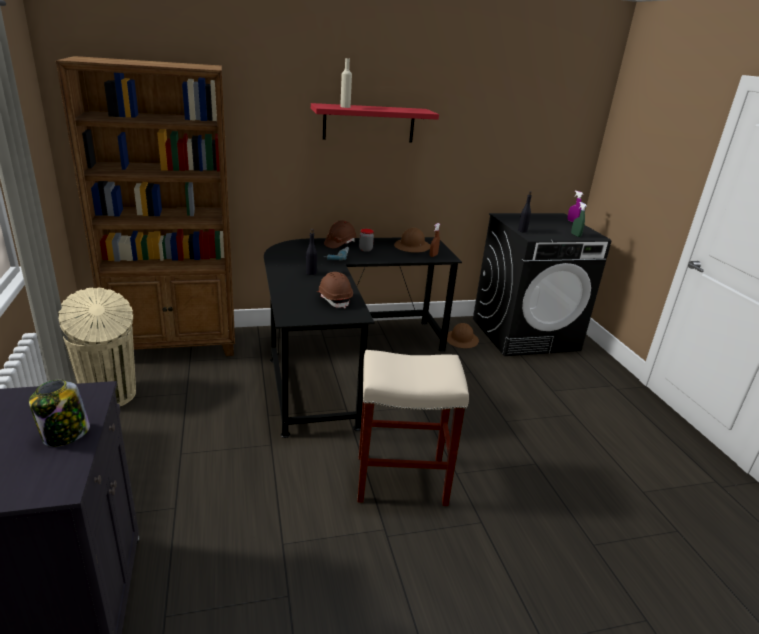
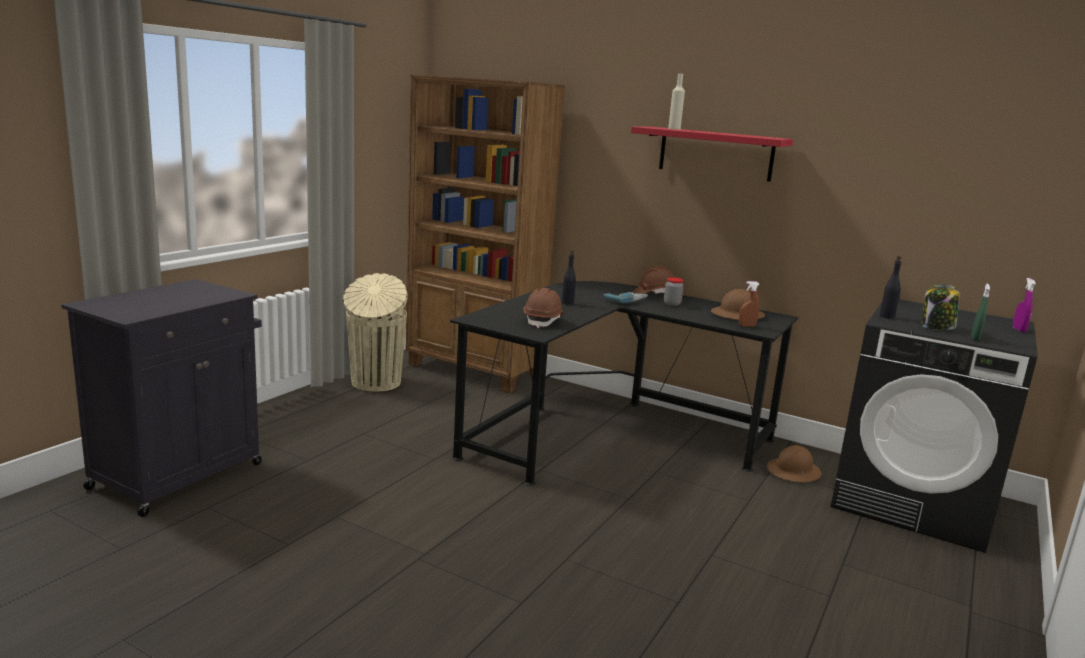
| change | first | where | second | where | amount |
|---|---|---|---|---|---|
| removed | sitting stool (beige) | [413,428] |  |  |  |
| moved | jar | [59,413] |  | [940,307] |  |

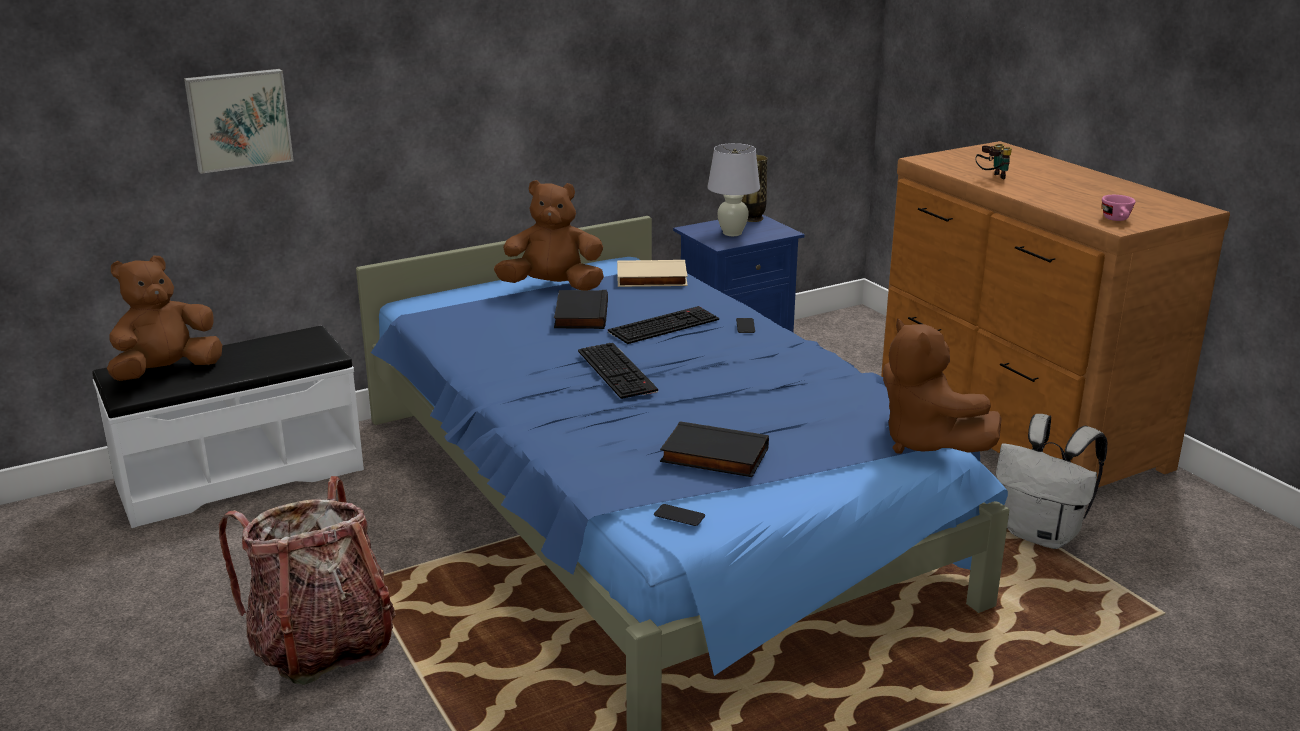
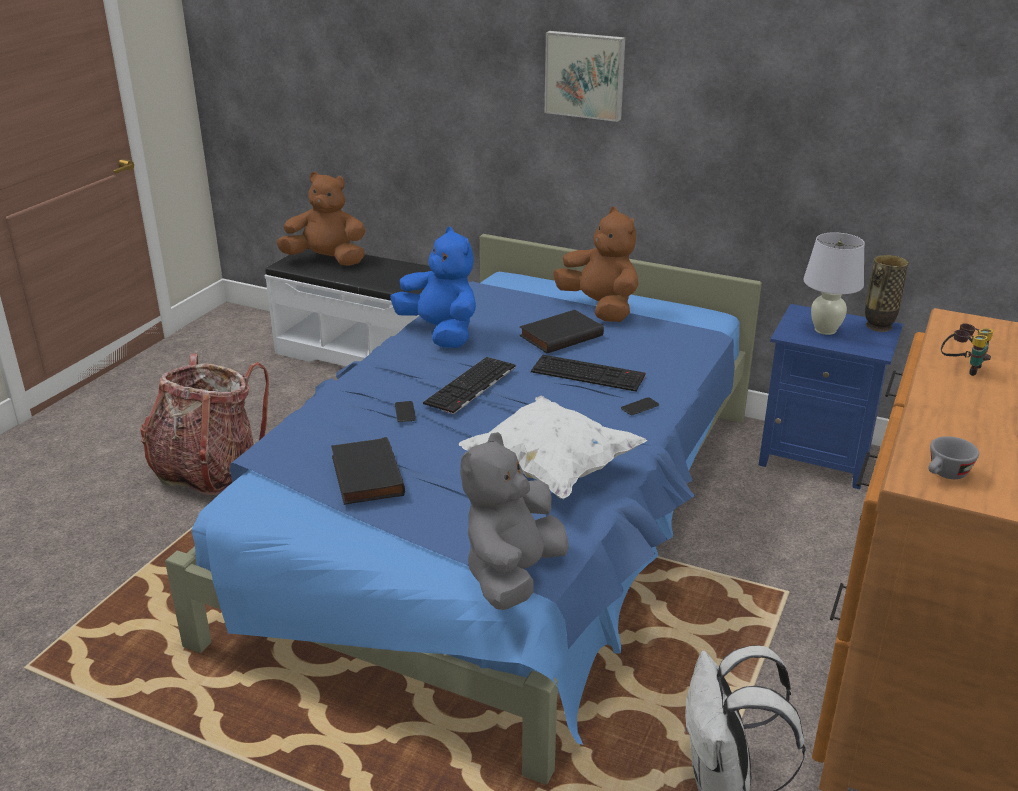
| change | first | where | second | where | amount |
|---|---|---|---|---|---|
| moved | picture | [239,121] |  | [585,76] |  |
| recoloured | cup (pinkish) | [1119,208] | cup (grey) | [953,457] |  |
| removed | volume (beige) | [652,273] |  |  |  |
| recoloured | plush toy (brown) | [942,386] | plush toy (grey) | [514,521] |  |
| moved | phone | [679,515] |  | [405,411] |  |
| added |  |  | plush toy (blue-coloured) | [433,287] |  |
| added |  |  | pillow (white) | [553,448] |  |

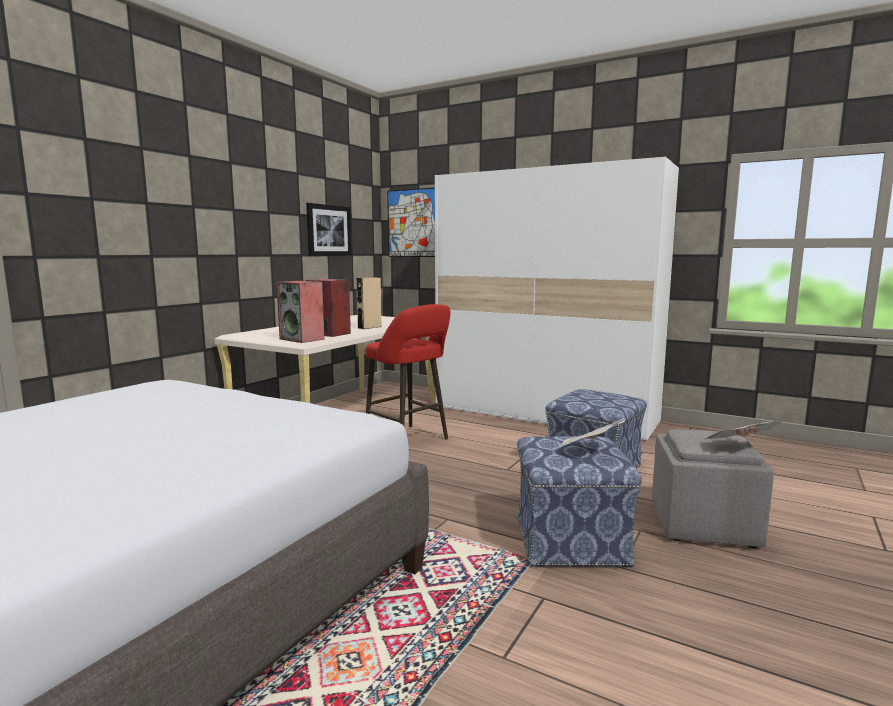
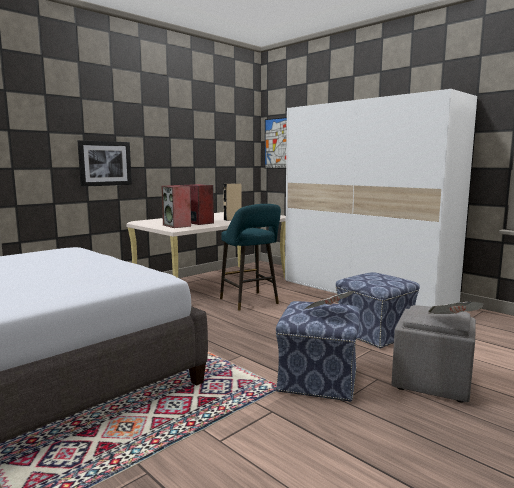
| change | first | where | second | where | amount |
|---|---|---|---|---|---|
| moved | picture | [329,229] |  | [105,163] |  |
| recoloured | sitting stool (red-coloured) | [408,371] | sitting stool (blue-green) | [250,257] |  |

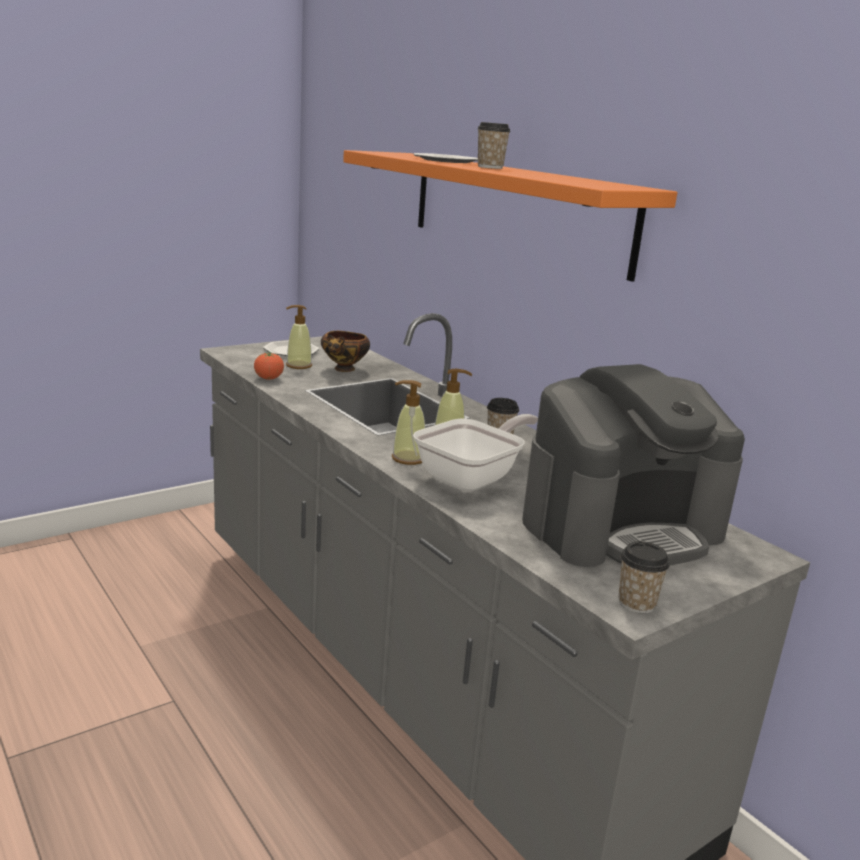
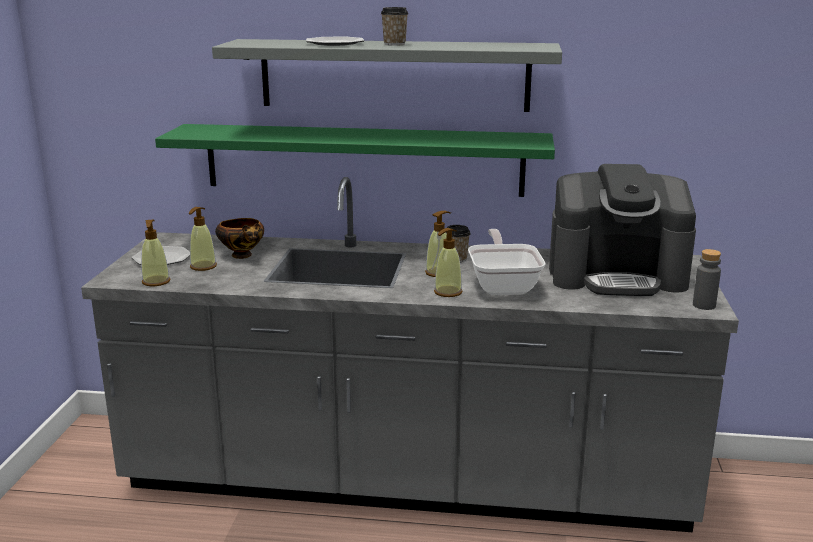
| change | first | where | second | where | amount |
|---|---|---|---|---|---|
| recoloured | bracket shelf (orange-coloured) | [510,216] | bracket shelf (grey) | [387,75] |  |
| removed | fresh tomato | [269,366] |  |  |  |
| turned | coffee brewer | [633,465] |  | [622,230] | 75 degrees clockwise |
| replaced | cup | [644,577] | beverage bottle (grey) | [707,279] |  |
| added |  |  | bracket shelf (greenish) | [355,160] |  |
| added |  |  | soap dispenser | [155,253] |  |

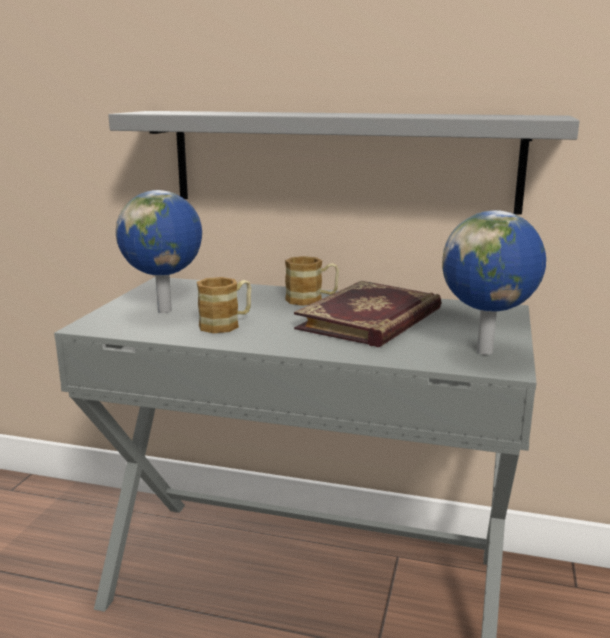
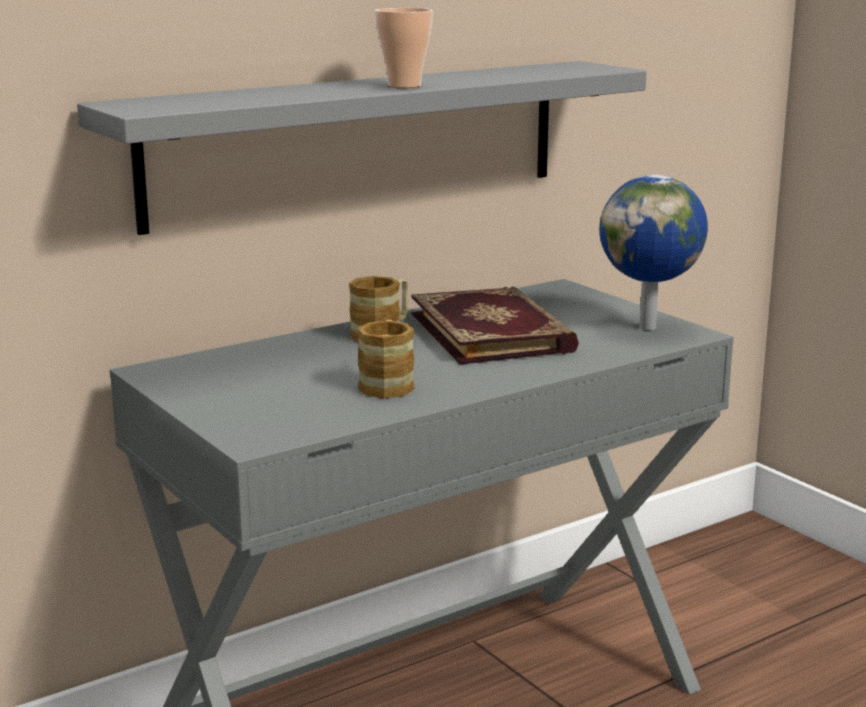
| change | first | where | second | where | amount |
|---|---|---|---|---|---|
| removed | desk globe | [159,251] |  |  |  |
| added |  |  | cup | [404,48] |  |

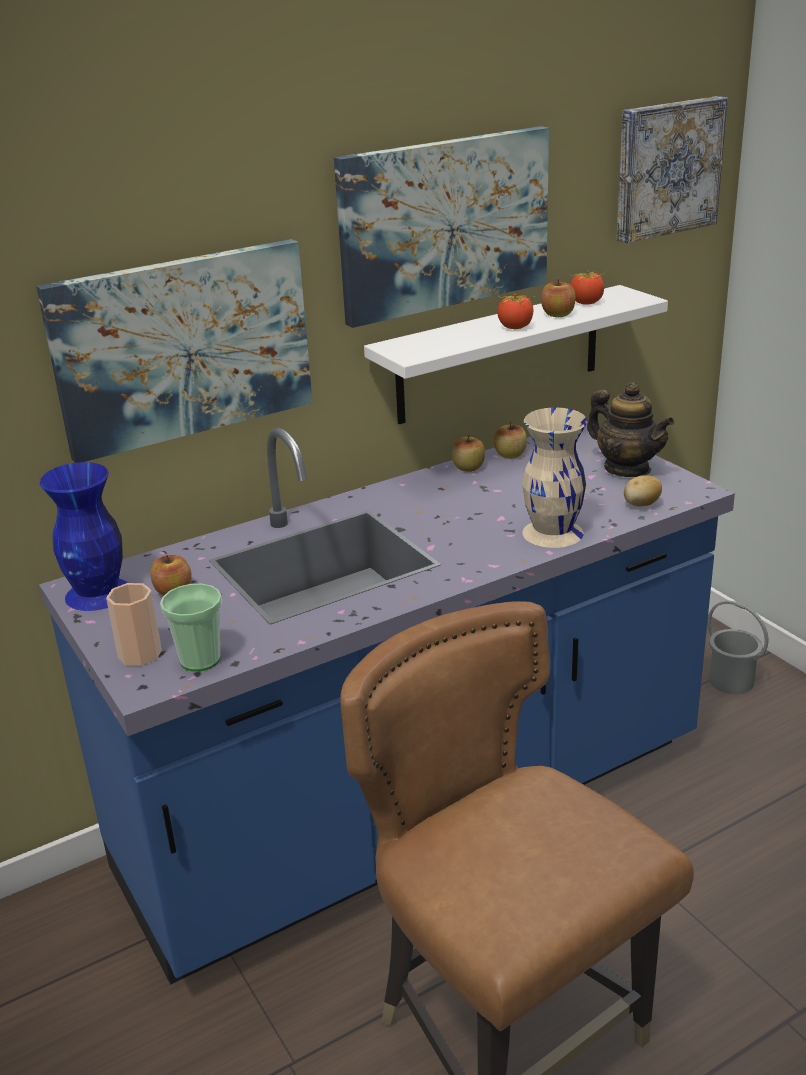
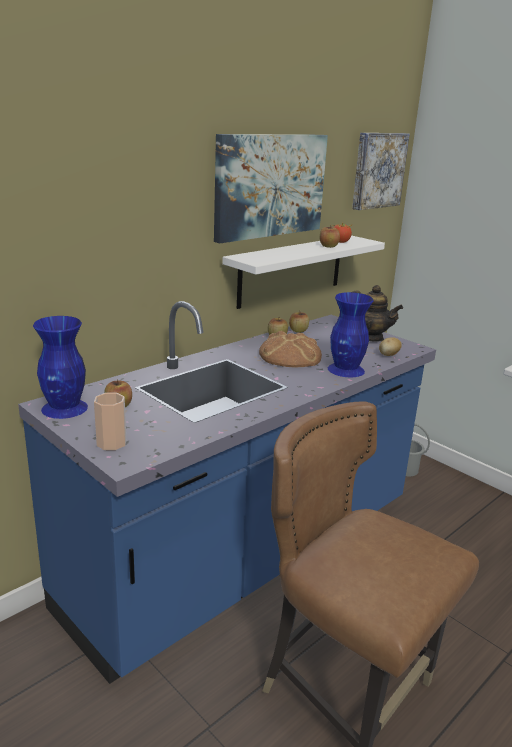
| change | first | where | second | where | amount |
|---|---|---|---|---|---|
| removed | picture | [174,351] |  |  |  |
| removed | fresh tomato | [516,311] |  |  |  |
| recoloured | flower vase (beige) | [554,478] | flower vase (blue-coloured) | [351,334] |  |
| removed | cup | [191,628] |  |  |  |
| added |  |  | baked bread | [290,349] |  |

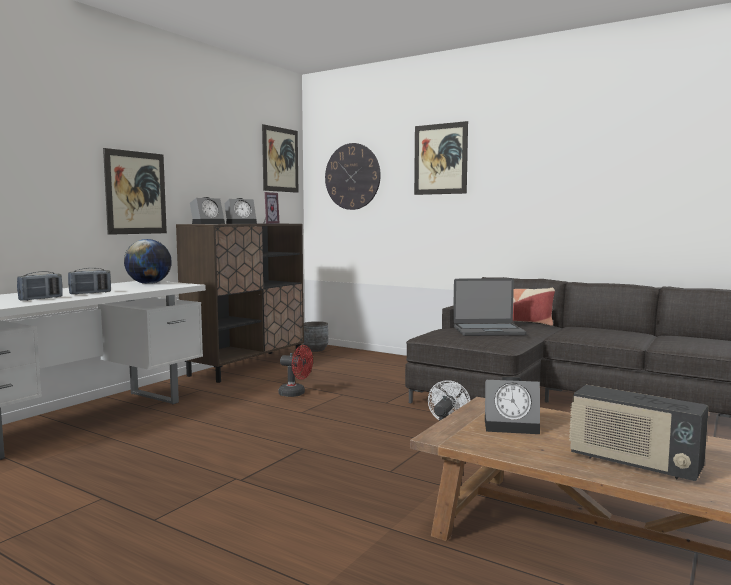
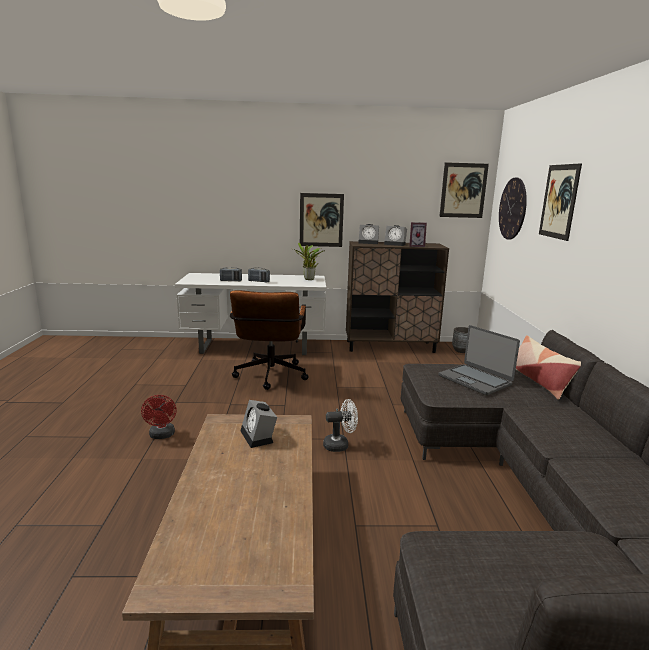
| change | first | where | second | where | amount |
|---|---|---|---|---|---|
| replaced | desk globe | [148,261] | potted plant | [310,261] |  |
| moved | electric fan (red-coloured) | [295,371] |  | [159,417] |  |
| removed | radio receiver | [639,433] |  |  |  |
| added |  |  | office chair (brown) | [269,340] |  |

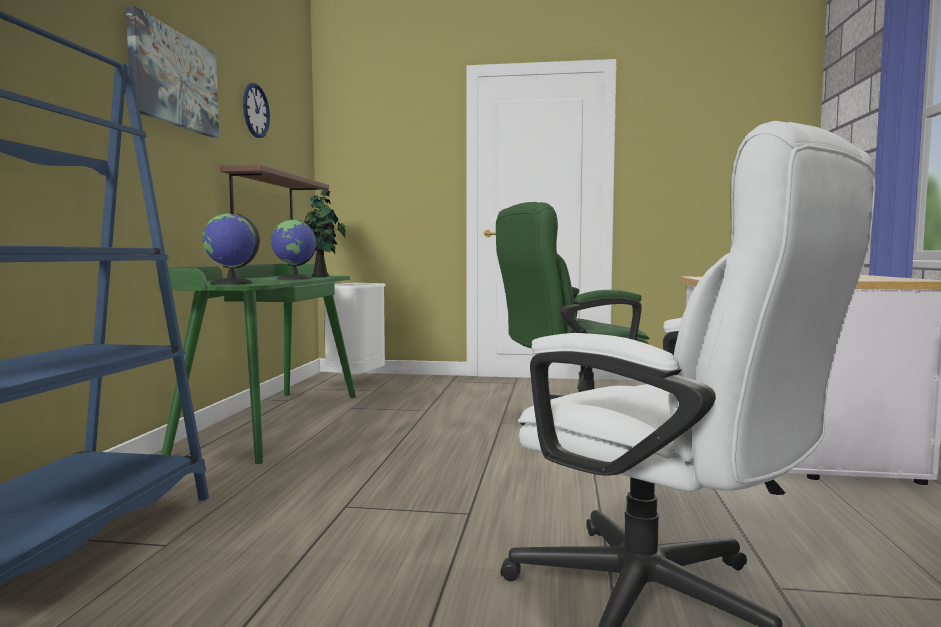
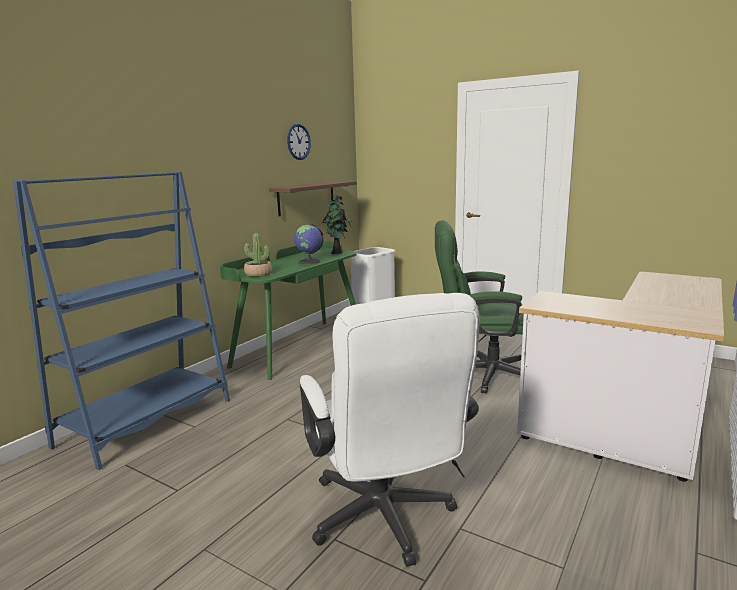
| change | first | where | second | where | amount |
|---|---|---|---|---|---|
| removed | picture | [172,72] |  |  |  |
| replaced | desk globe | [231,249] | potted plant | [258,255] |  |

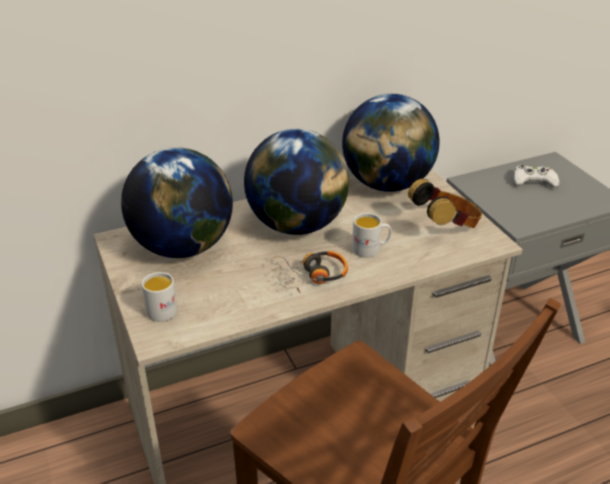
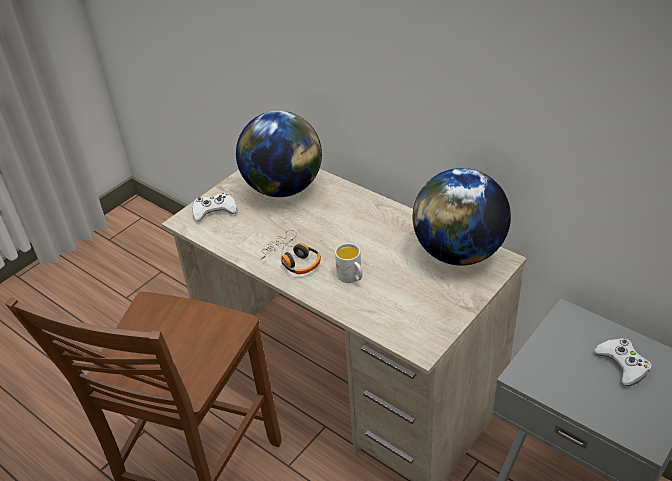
| change | first | where | second | where | amount |
|---|---|---|---|---|---|
| removed | desk globe | [296,182] |  |  |  |
| removed | pair of headphones | [445,203] |  |  |  |
| replaced | tea mug (white) | [159,297] | joypad (white) | [215,206] |  |

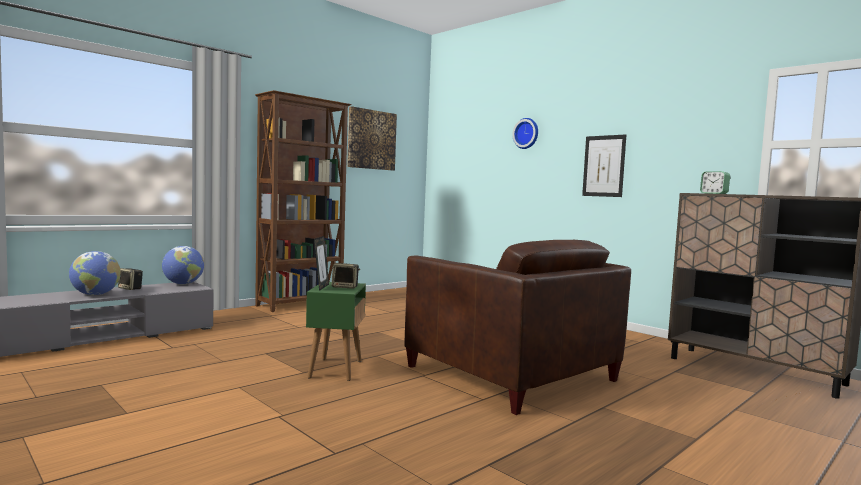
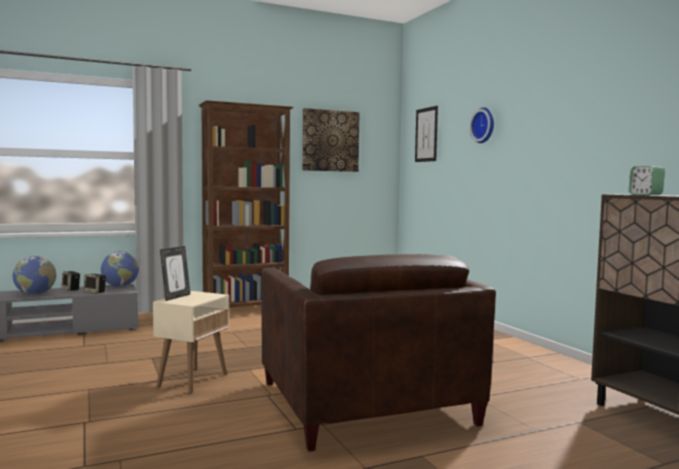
| change | first | where | second | where | amount |
|---|---|---|---|---|---|
| moved | picture | [604,165] |  | [426,134] |  |
| moved | audio speaker | [346,276] |  | [95,283] |  |
| recoloured | side table (greenish) | [336,331] | side table (beige) | [191,342] |  |

